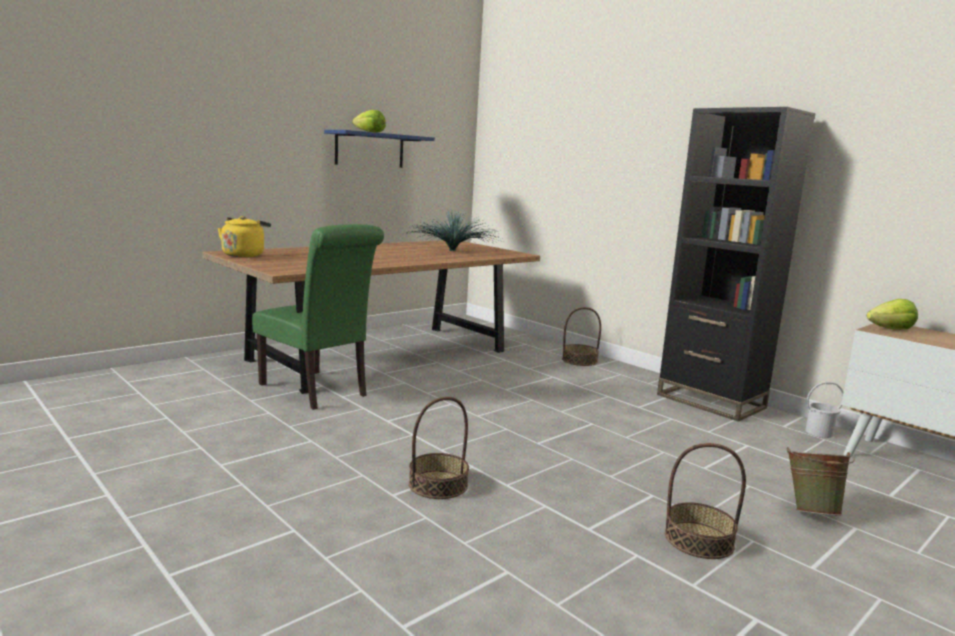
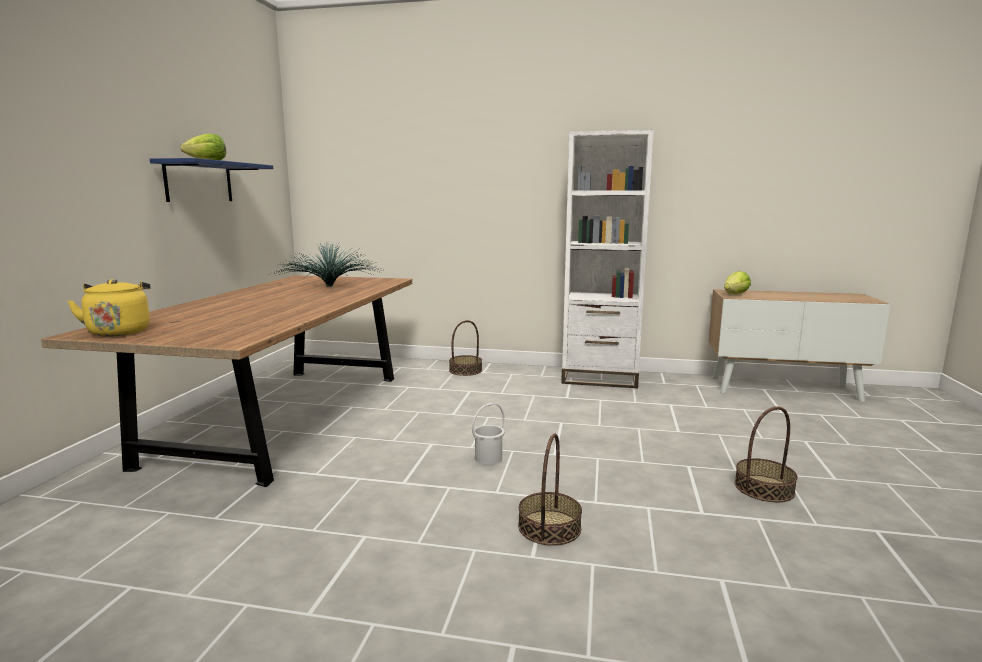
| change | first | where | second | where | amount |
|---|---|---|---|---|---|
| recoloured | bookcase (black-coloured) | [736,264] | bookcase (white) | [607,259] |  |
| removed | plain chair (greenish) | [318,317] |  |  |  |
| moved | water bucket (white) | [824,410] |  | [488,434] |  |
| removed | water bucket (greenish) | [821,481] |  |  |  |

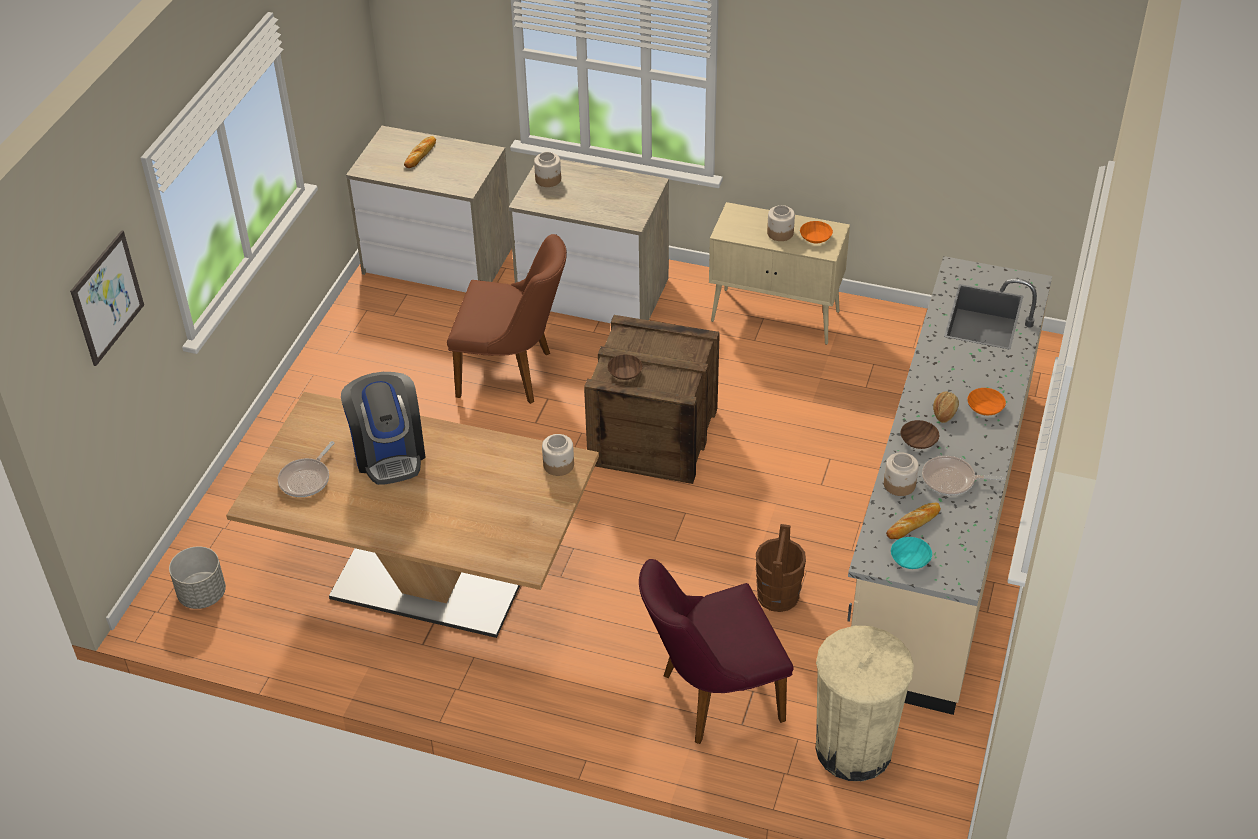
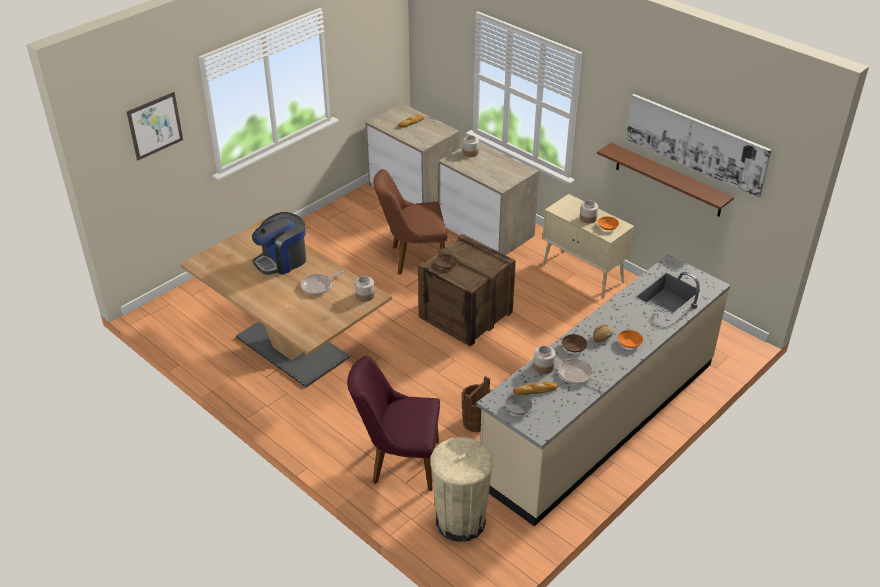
| change | first | where | second | where | amount |
|---|---|---|---|---|---|
| turned | plain chair (brown) | [507,319] |  | [410,222] | 135 degrees clockwise |
| turned | coffee brewer | [383,428] |  | [279,243] | 45 degrees clockwise |
| moved | pan | [306,469] |  | [322,282] |  |
| recoloured | deep dish (blue-green) | [911,553] | deep dish (grey) | [518,404] |  |
| removed | plant pot (grey) | [197,577] |  |  |  |
| added |  |  | picture | [699,145] |  |
| added |  |  | bracket shelf (brown) | [665,180] |  |

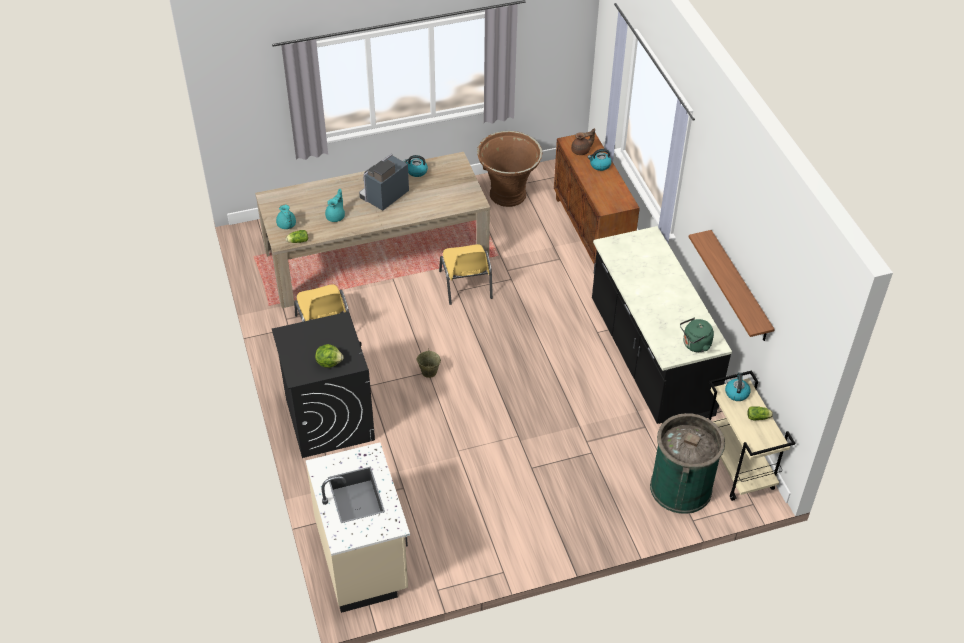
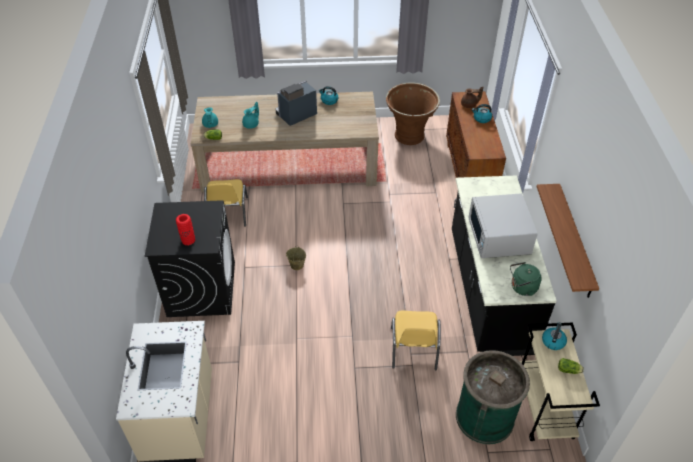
| change | first | where | second | where | amount |
|---|---|---|---|---|---|
| moved | plain chair (yellowish) | [466,274] |  | [416,340] |  |
| replaced | lettuce | [329,356] | flower vase (red-coloured) | [185,230] |  |
| added |  |  | microwave oven (white) | [503,225] |  |

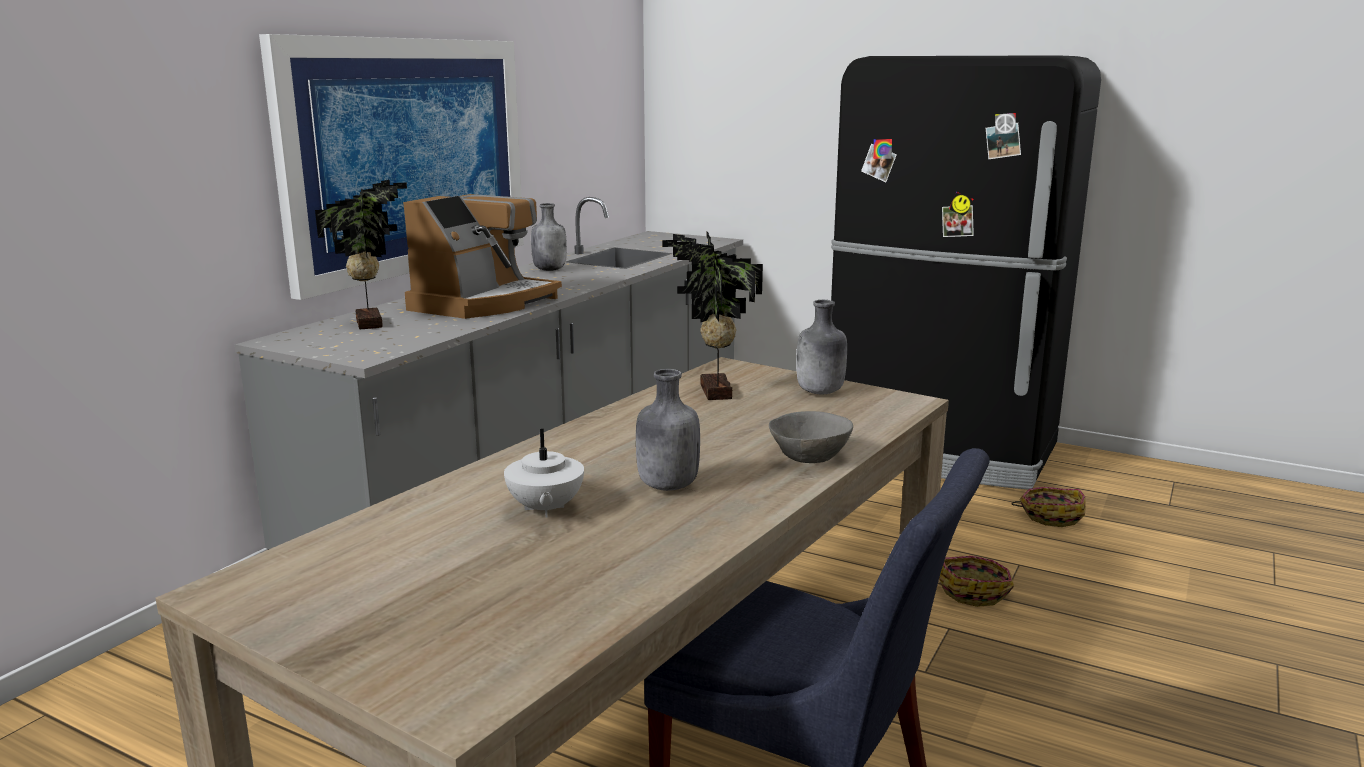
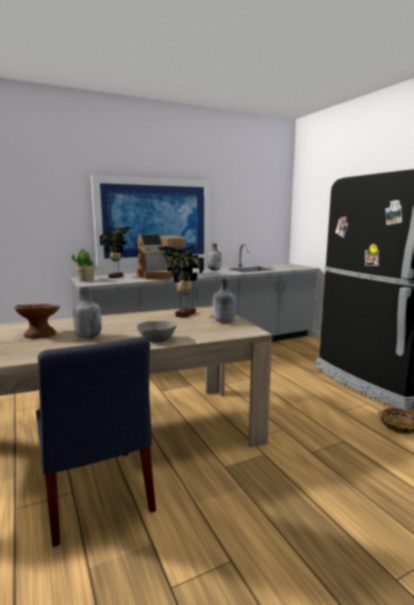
| change | first | where | second | where | amount |
|---|---|---|---|---|---|
| replaced | teapot (white) | [544,473] | deep dish (brown) | [37,321] |  |
| removed | basket | [976,581] |  |  |  |
| added |  |  | potted plant | [84,265] |  |

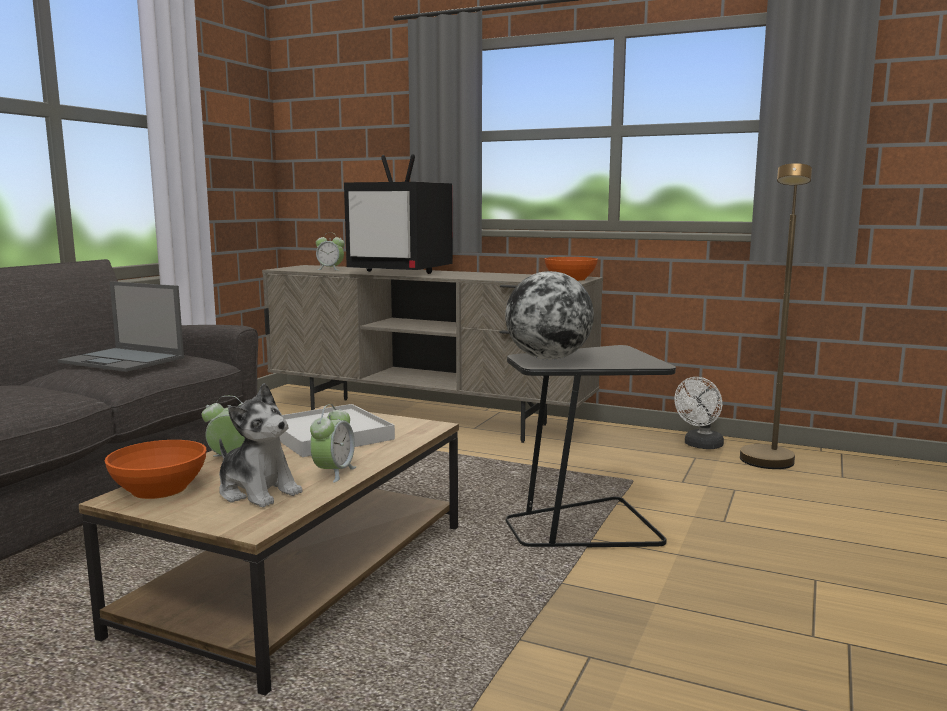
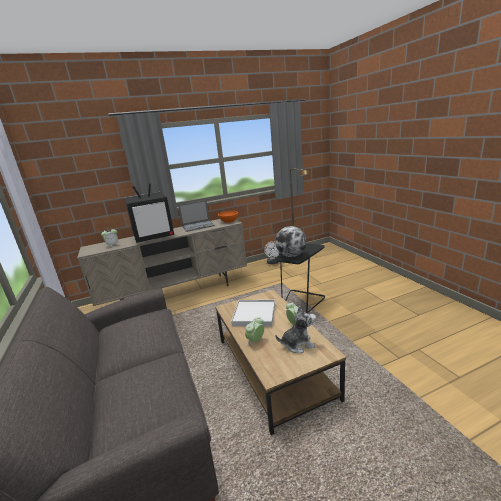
| change | first | where | second | where | amount |
|---|---|---|---|---|---|
| moved | portable computer | [121,326] |  | [196,216] |  |
| removed | deep dish (orange-coloured) | [155,469] |  |  |  |

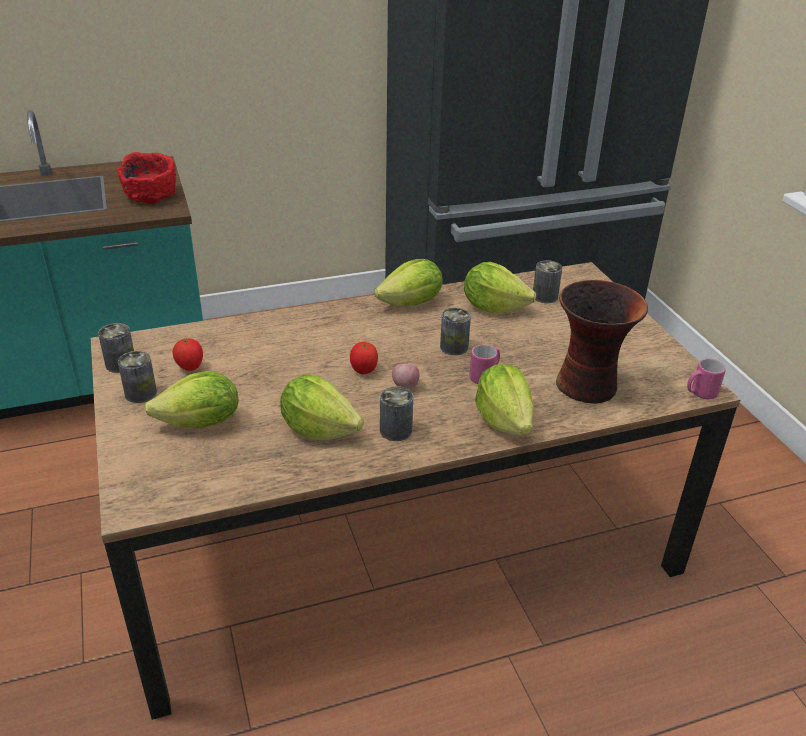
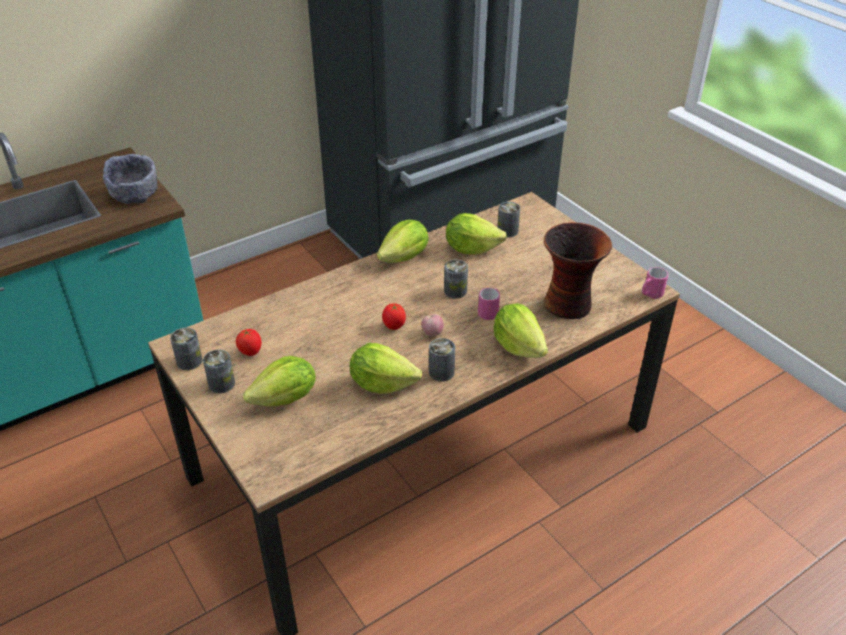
| change | first | where | second | where | amount |
|---|---|---|---|---|---|
| recoloured | deep dish (red-coloured) | [146,178] | deep dish (grey) | [130,179] |  |

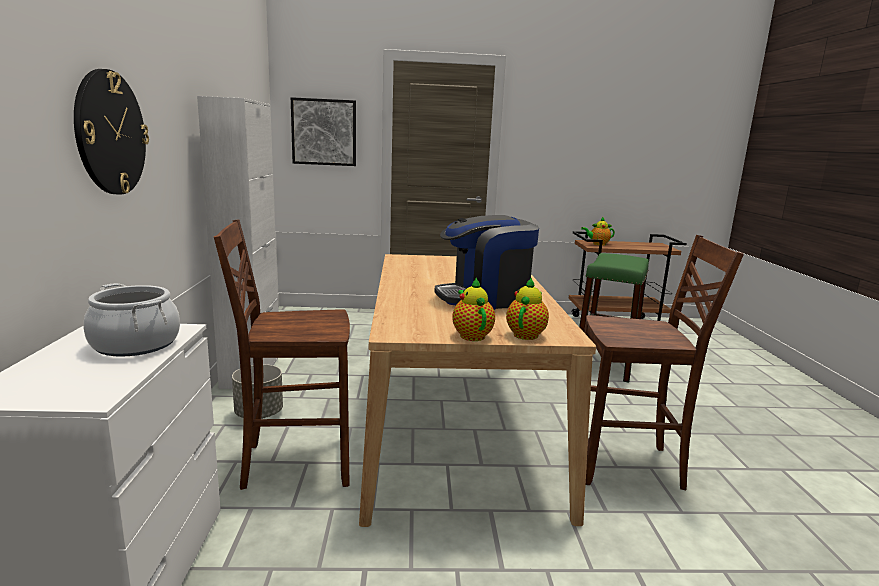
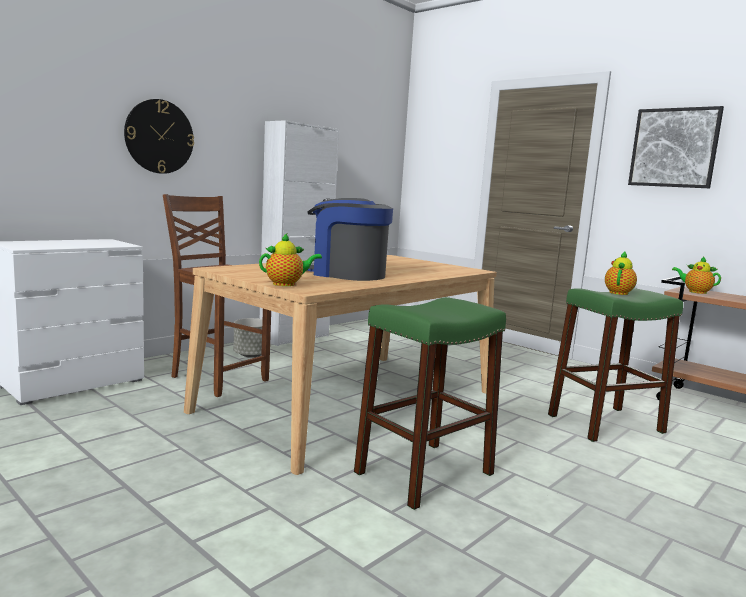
| change | first | where | second | where | amount |
|---|---|---|---|---|---|
| moved | picture | [323,131] |  | [676,147] |  |
| replaced | plain chair (brown) | [664,362] | sitting stool (greenish) | [430,403] |  |
| moved | teapot | [473,309] |  | [621,273] |  |
| removed | saucepot | [131,320] |  |  |  |

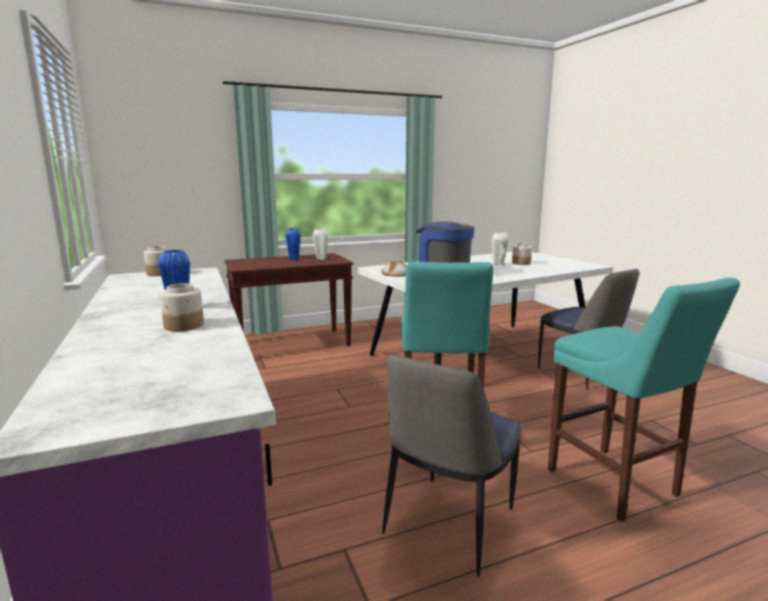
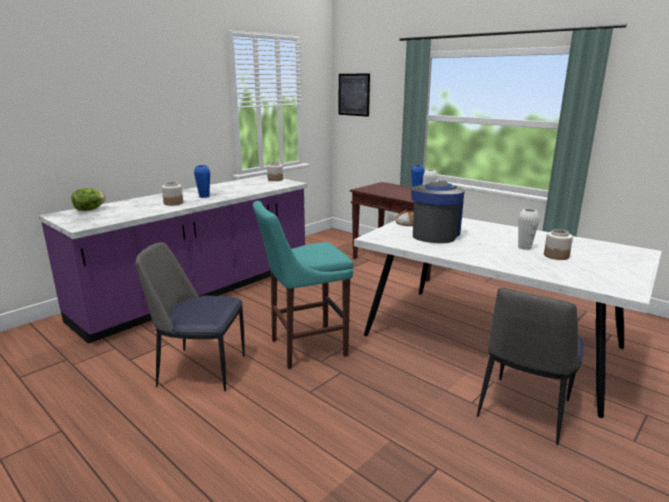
| change | first | where | second | where | amount |
|---|---|---|---|---|---|
| removed | sitting stool (blue-green) | [644,399] |  |  |  |
| added |  |  | picture | [354,95] |  |
| added |  |  | lettuce | [89,199] |  |

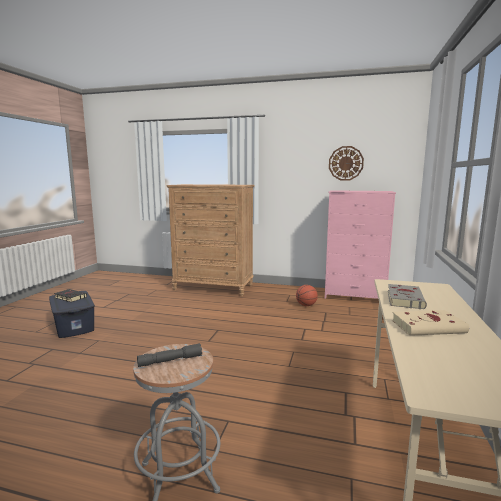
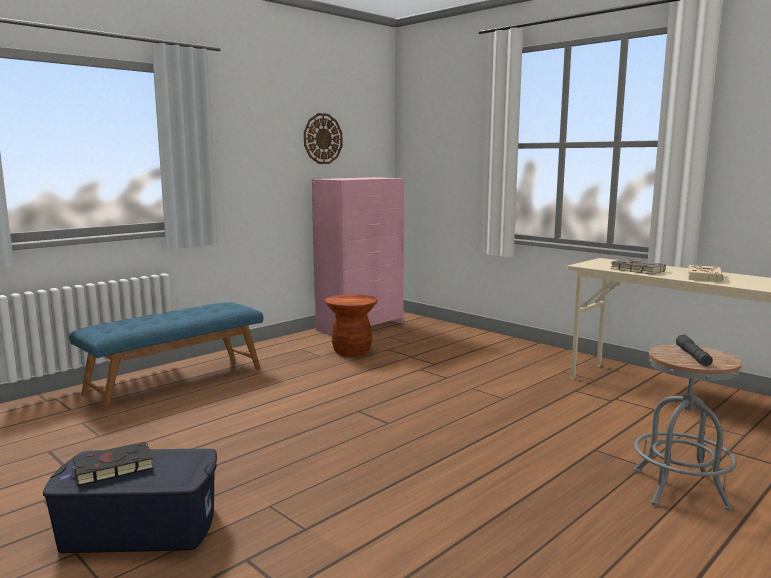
| change | first | where | second | where | amount |
|---|---|---|---|---|---|
| replaced | dresser (brown) | [210,240] | bench (blue-coloured) | [166,356] |  |
| replaced | ball for basketball | [307,295] | sitting stool (brown) | [351,325] |  |

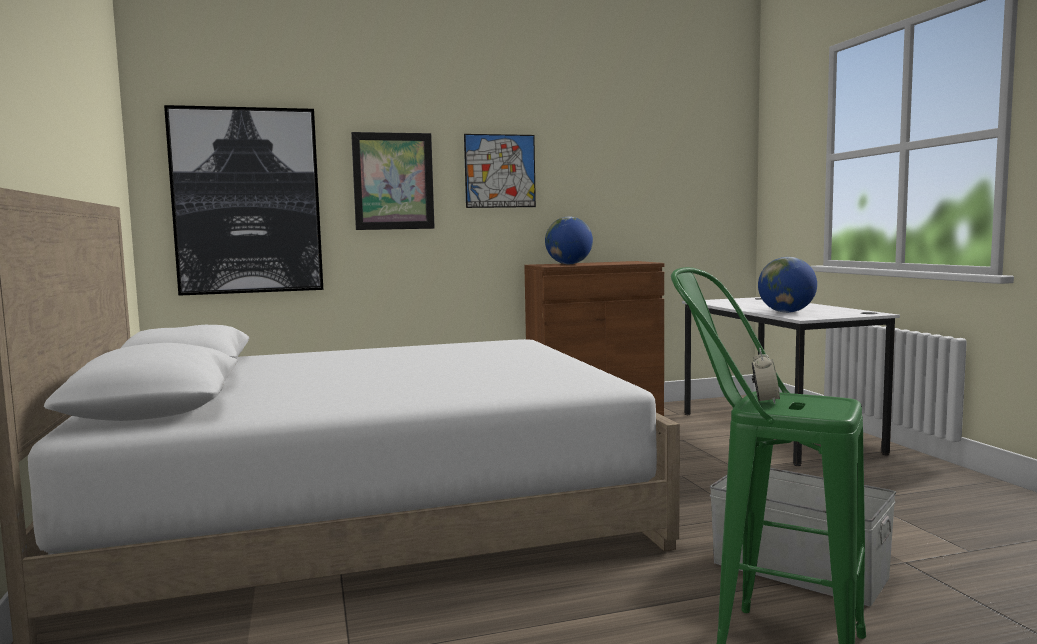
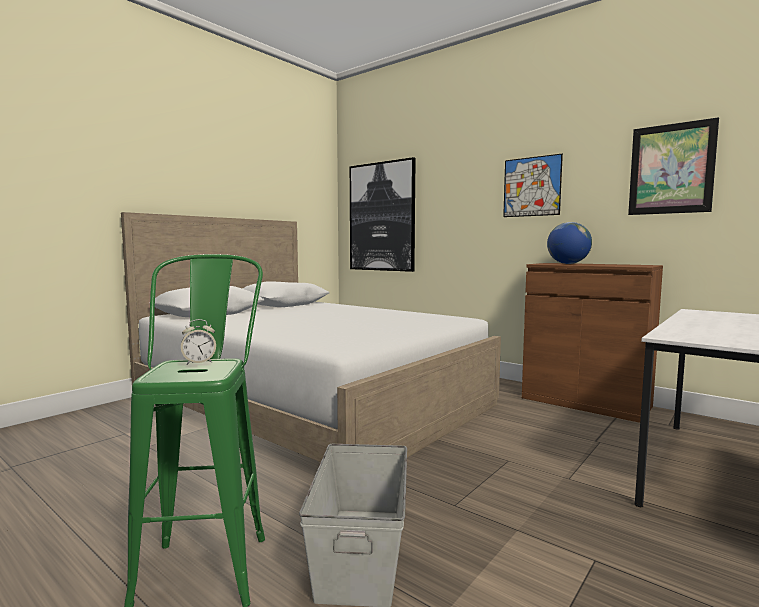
| change | first | where | second | where | amount |
|---|---|---|---|---|---|
| moved | picture | [393,181] |  | [673,166] |  |
| removed | desk globe | [787,285] |  |  |  |

